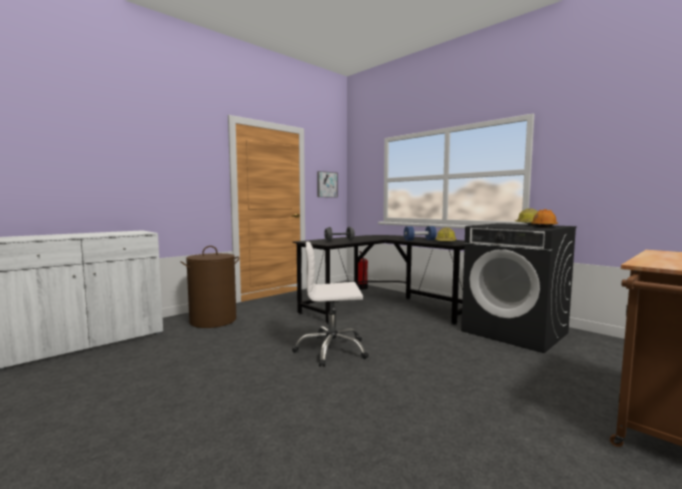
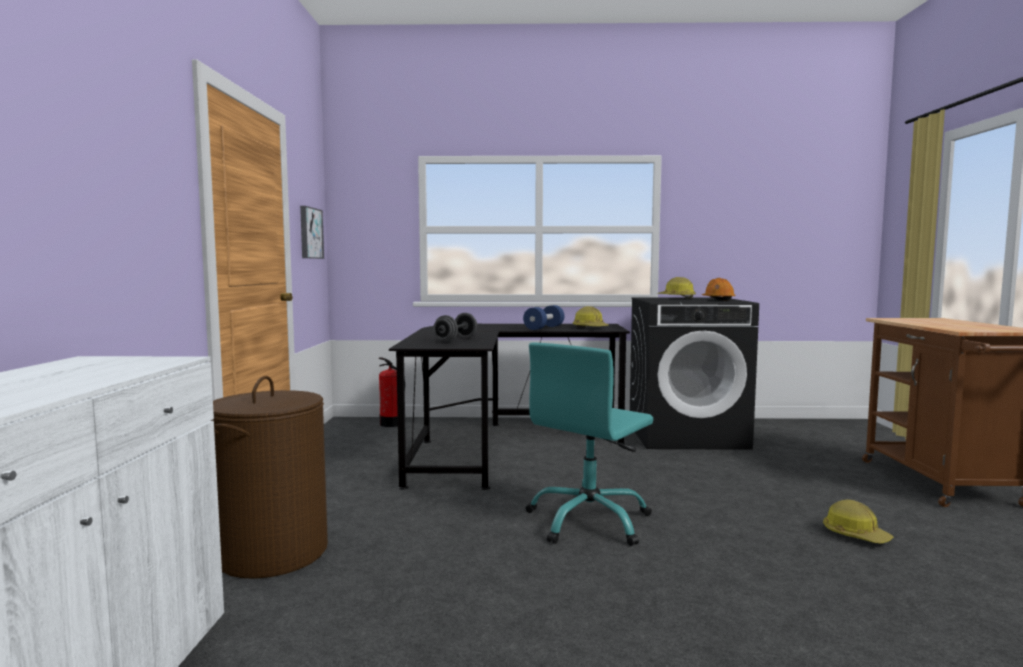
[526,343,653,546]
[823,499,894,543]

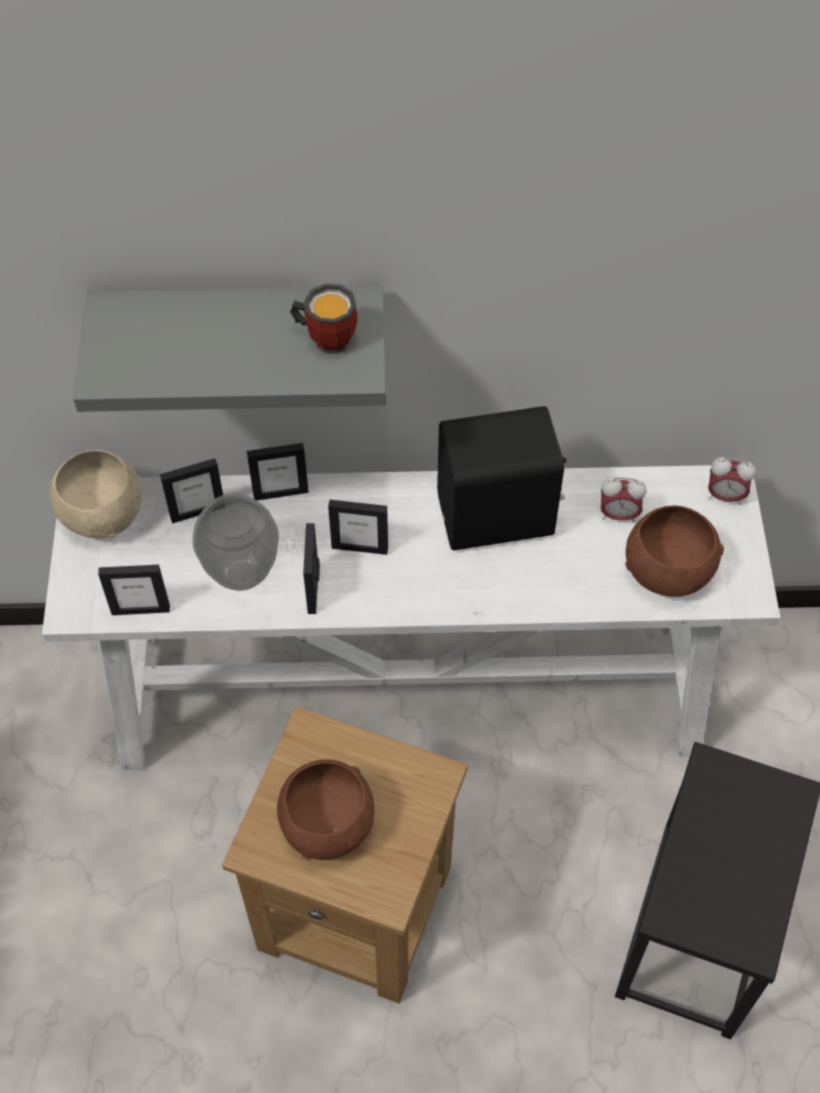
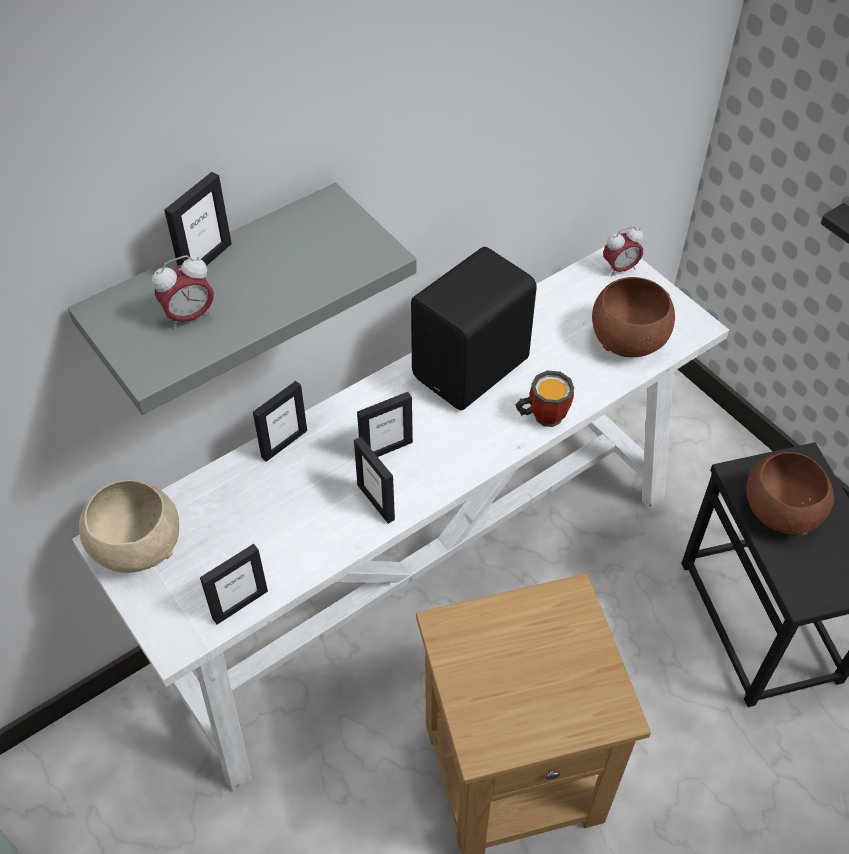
[164,172,232,266]
[193,493,279,591] (first image)
[746,452,834,536]
[515,370,574,427]
[152,255,214,329]

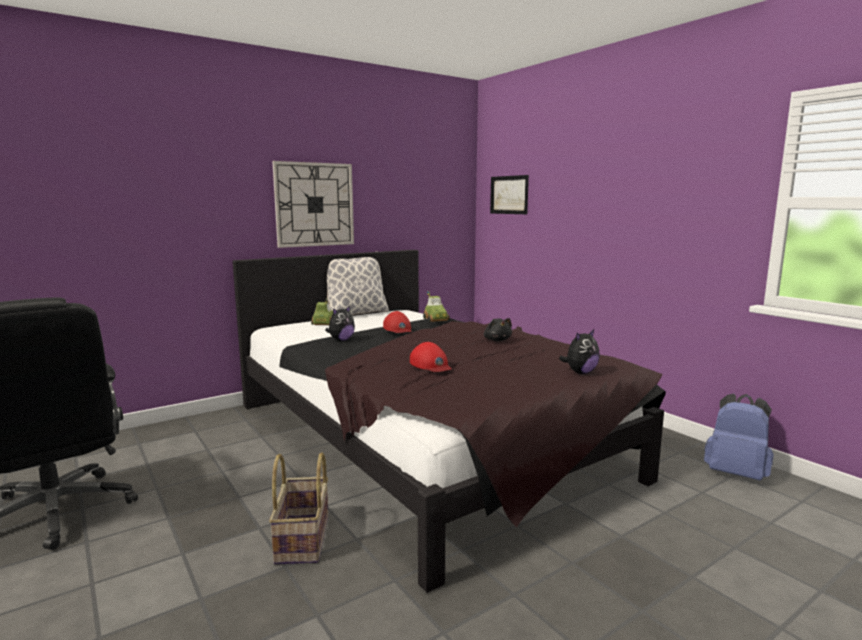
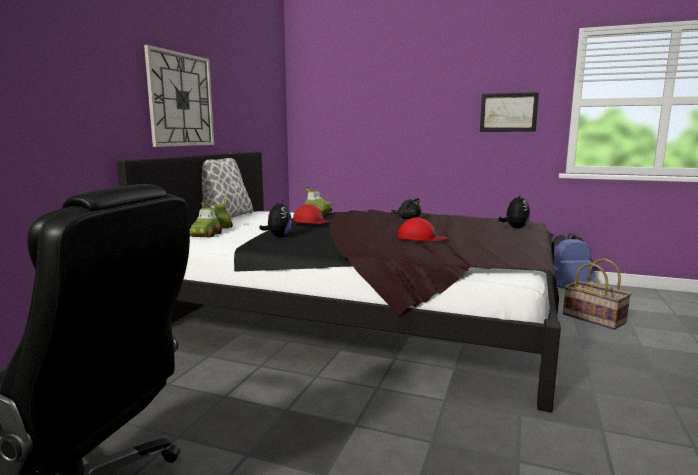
[563,258,631,330]
[480,92,539,132]
[190,202,222,237]

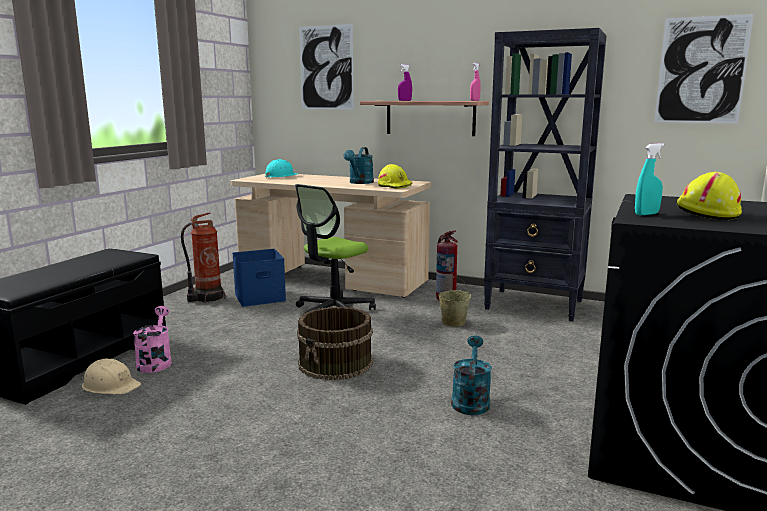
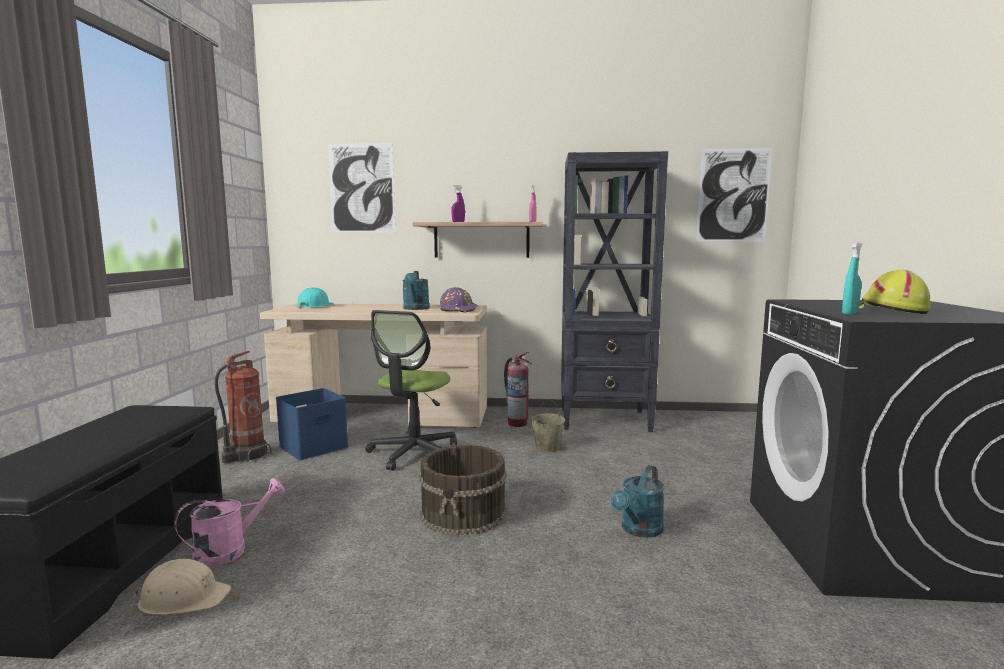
[174,478,285,567]
[440,287,478,313]
[611,465,664,538]

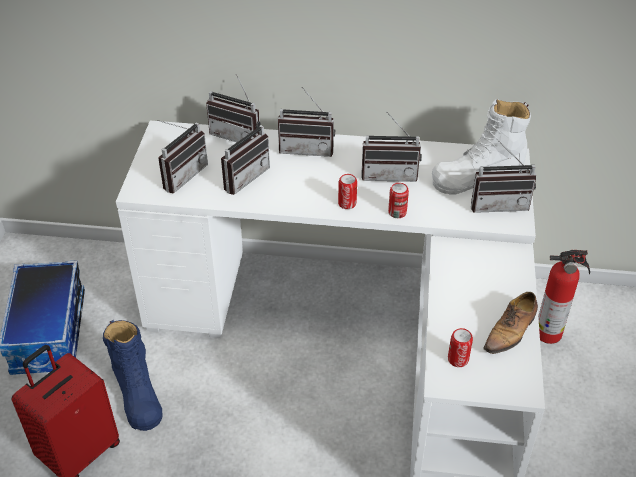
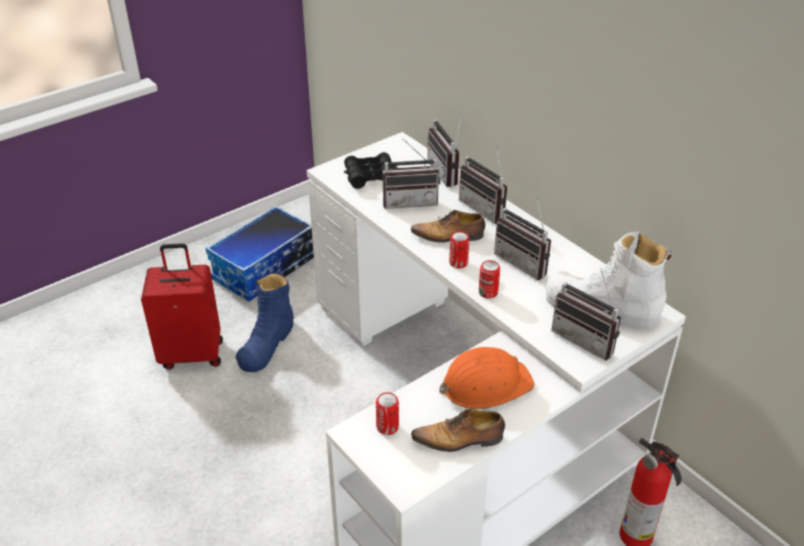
[344,152,398,189]
[411,210,485,243]
[439,347,534,409]

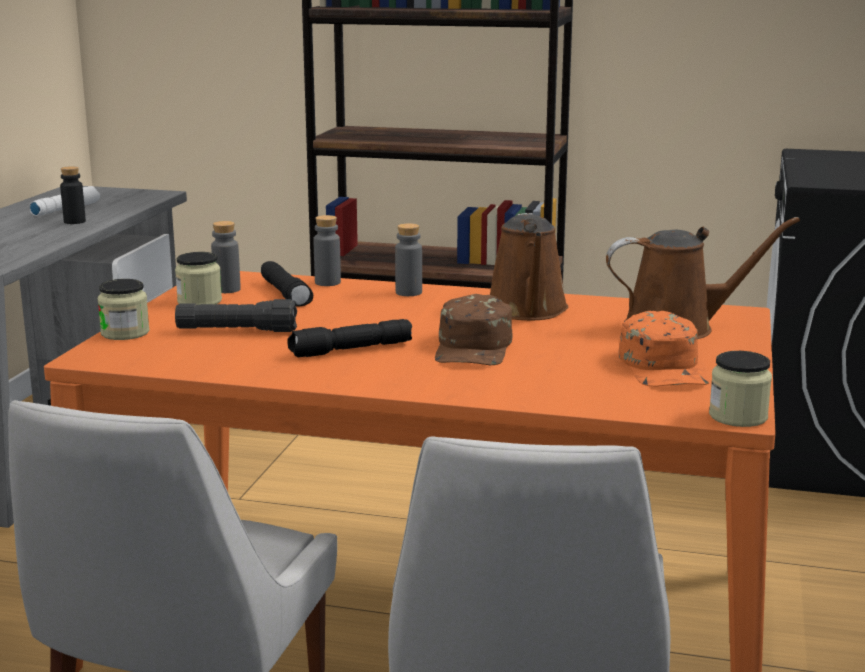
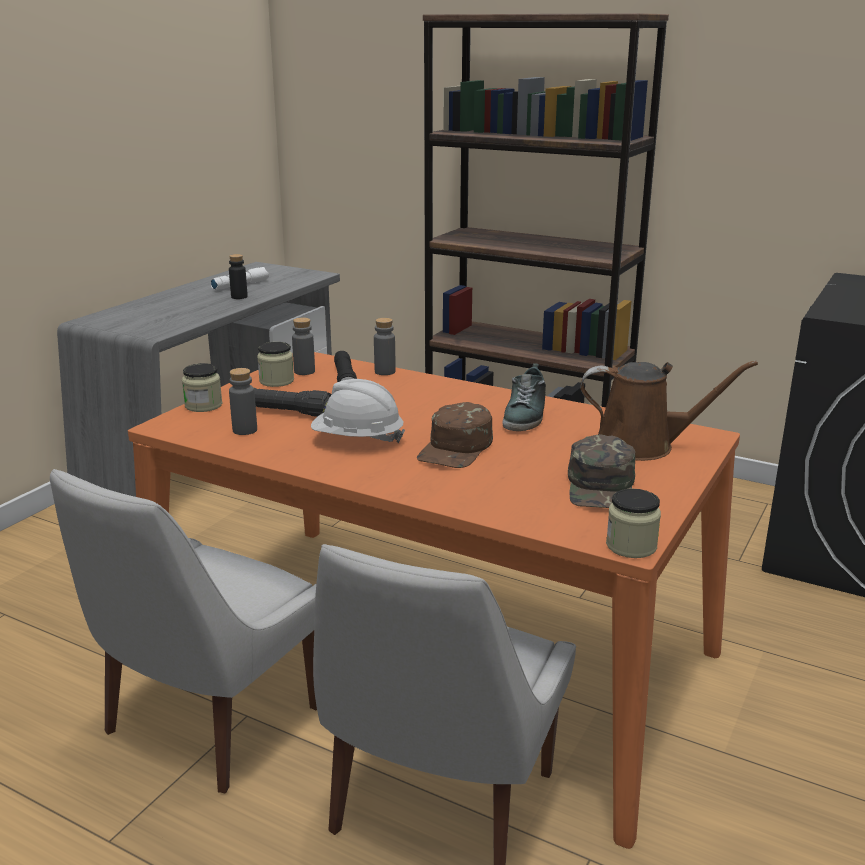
[311,379,405,443]
[229,368,257,435]
[502,363,546,431]
[568,434,635,508]

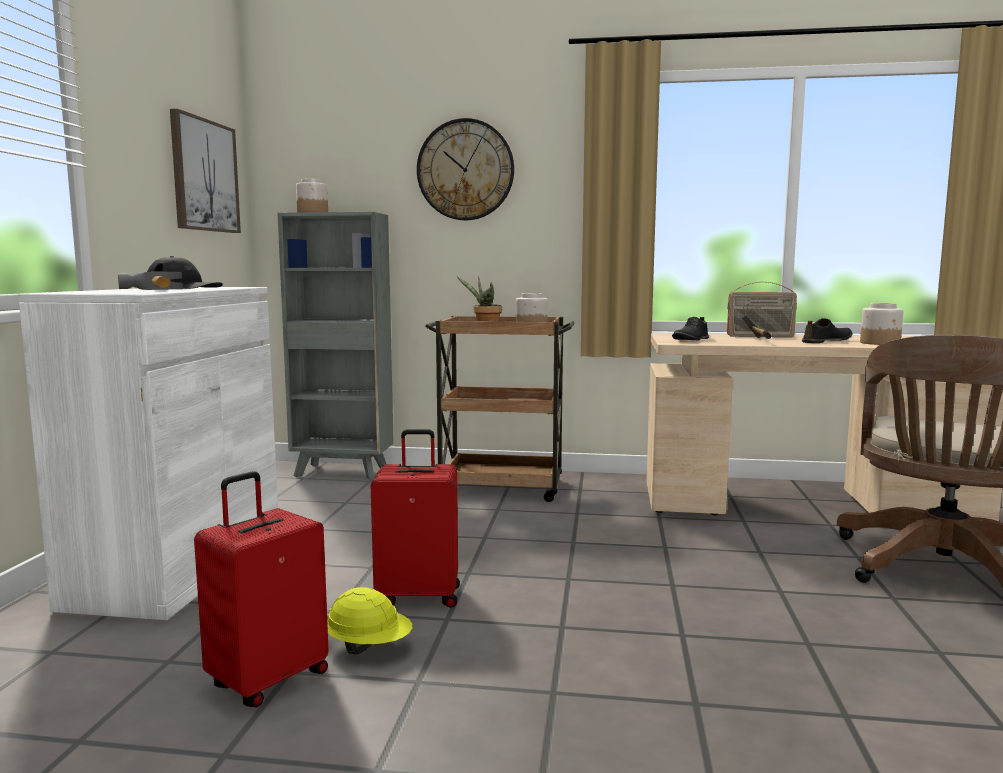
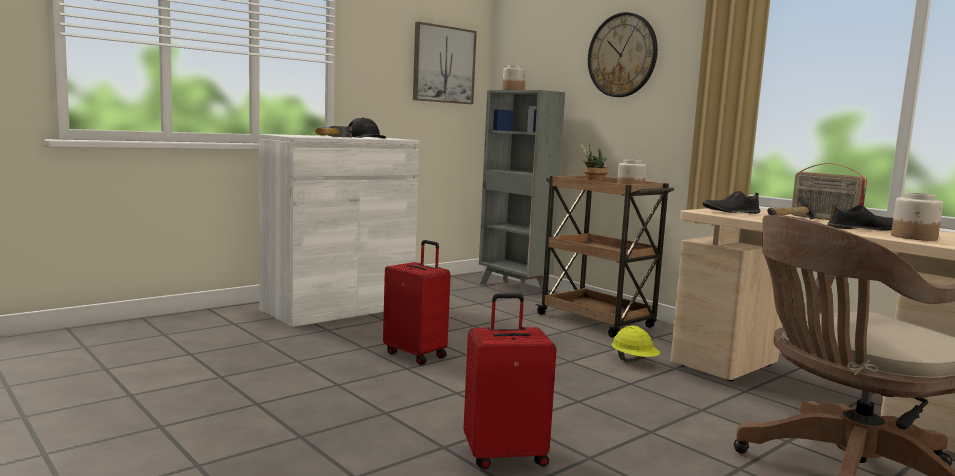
[463,293,557,469]
[611,326,660,362]

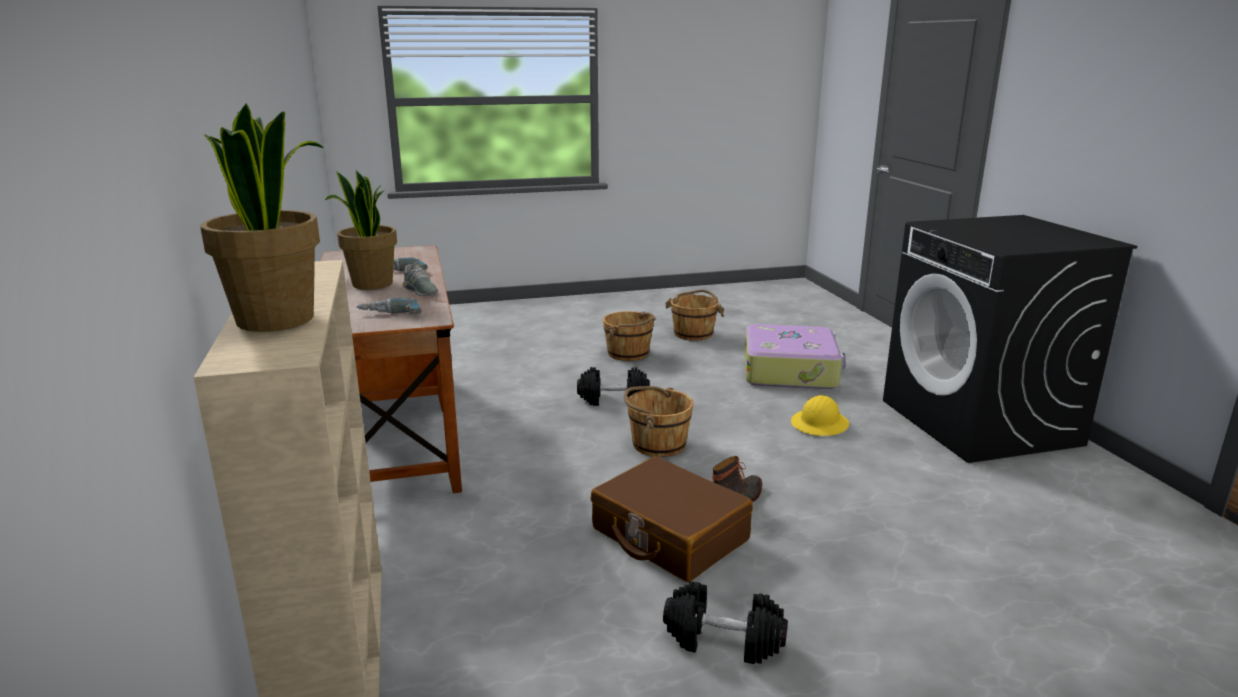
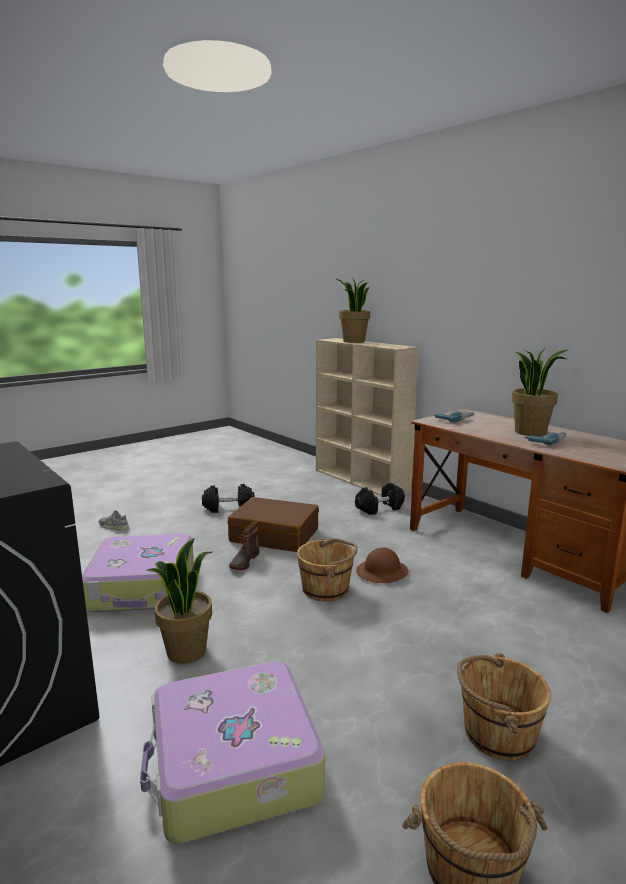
[98,510,129,531]
[355,483,405,515]
[146,538,212,664]
[82,534,194,612]
[356,547,408,583]

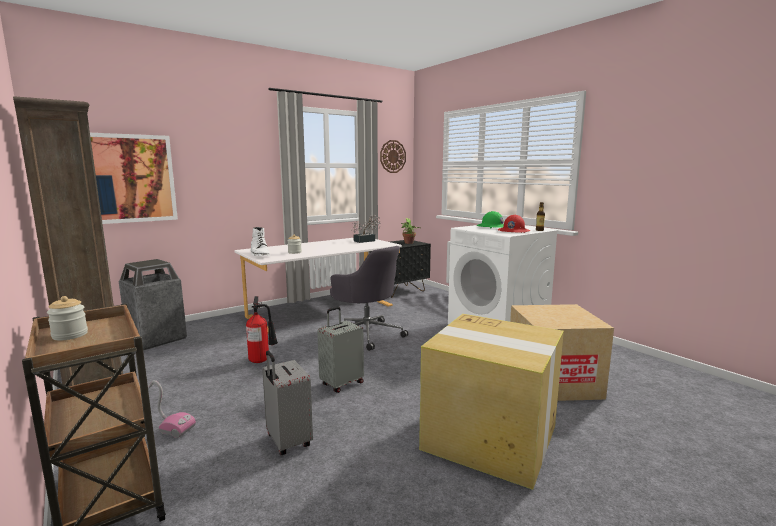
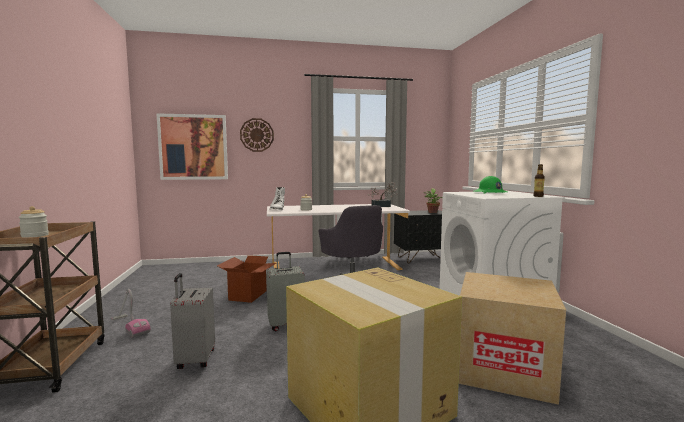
[13,96,123,387] (first image)
[119,259,187,351] (first image)
[217,255,276,303]
[240,118,274,152]
[497,215,530,232] (first image)

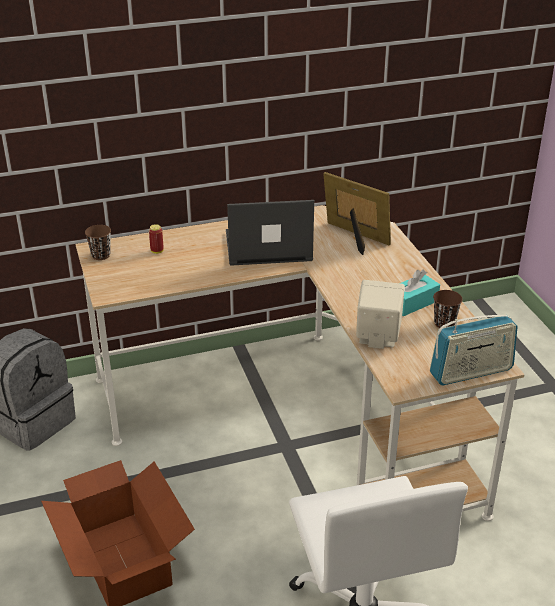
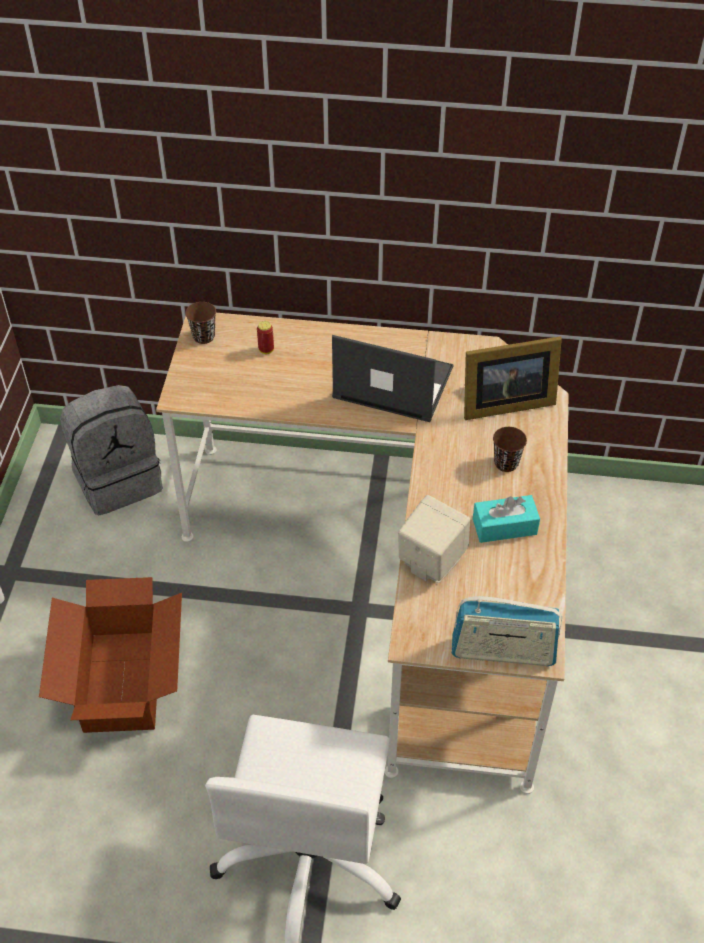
[464,336,562,420]
[493,427,527,472]

